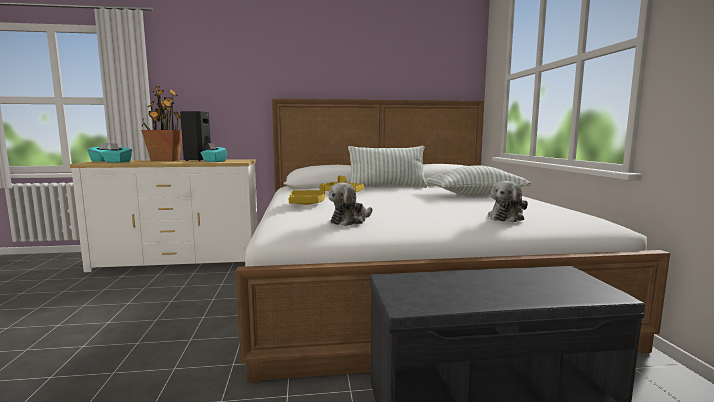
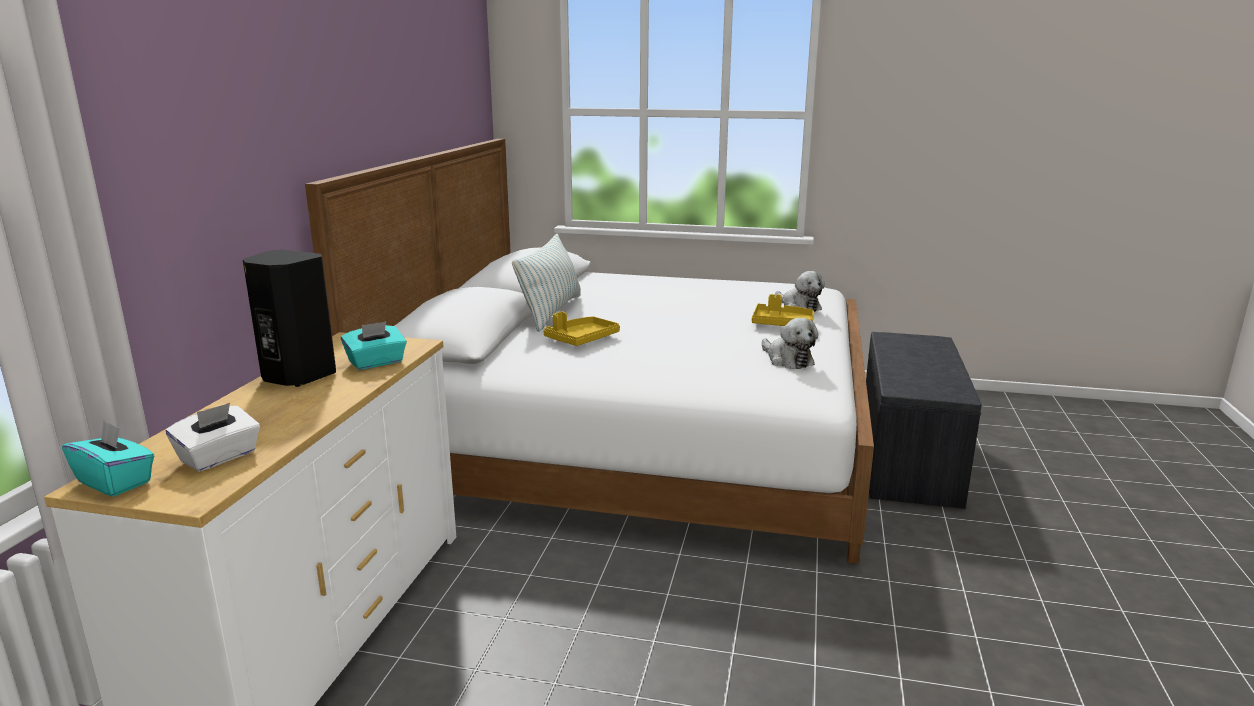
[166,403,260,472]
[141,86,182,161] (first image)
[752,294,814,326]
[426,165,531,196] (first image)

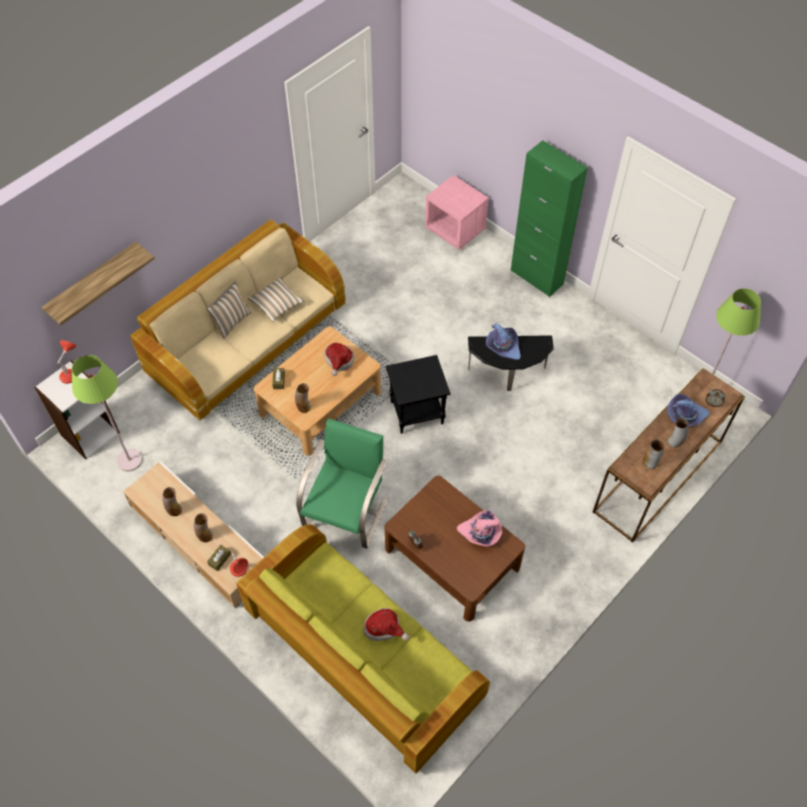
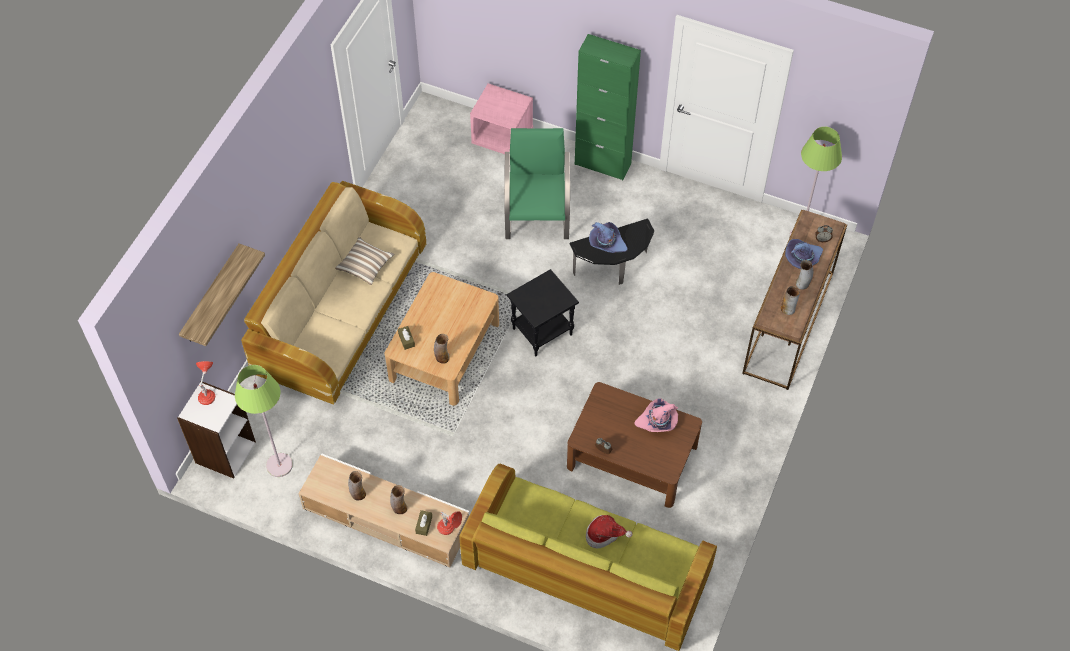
[206,281,251,339] (first image)
[504,128,570,239]
[324,343,354,376] (first image)

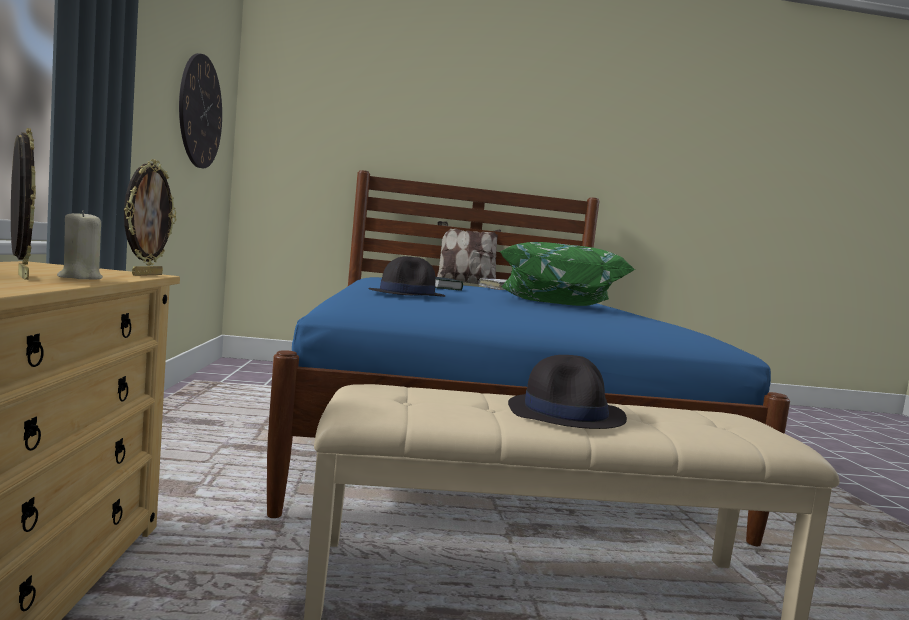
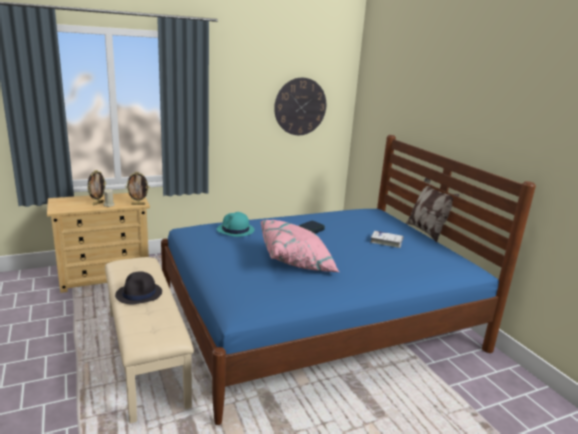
[217,212,254,237]
[261,220,339,272]

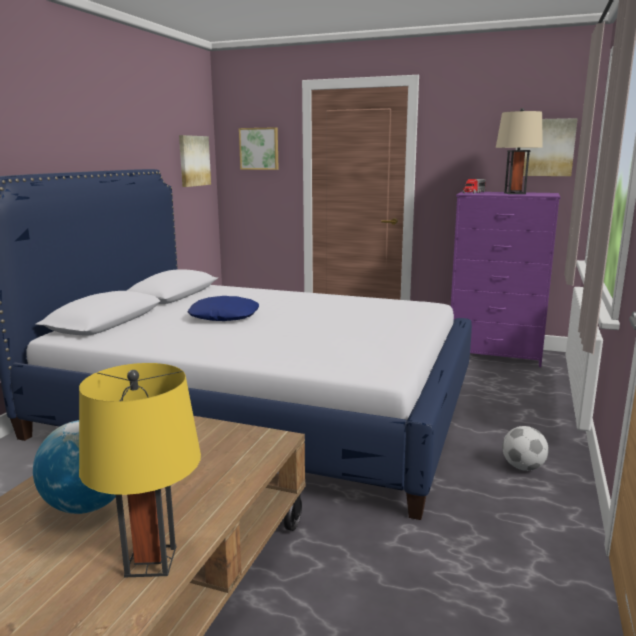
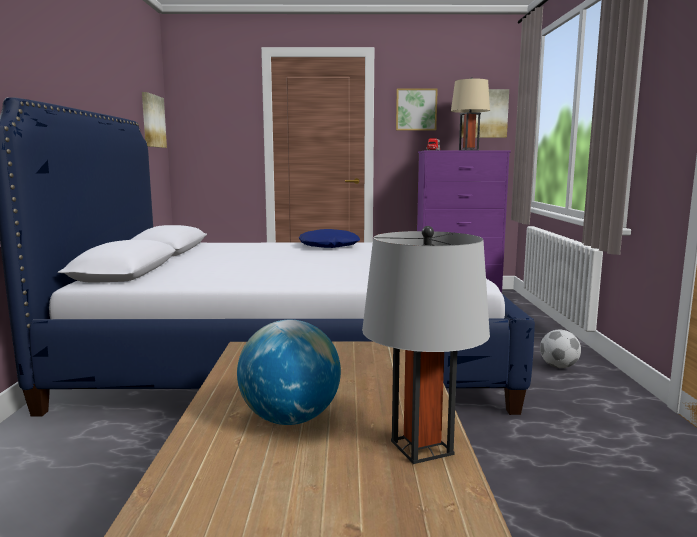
[362,226,490,464]
[299,229,360,248]
[396,88,438,131]

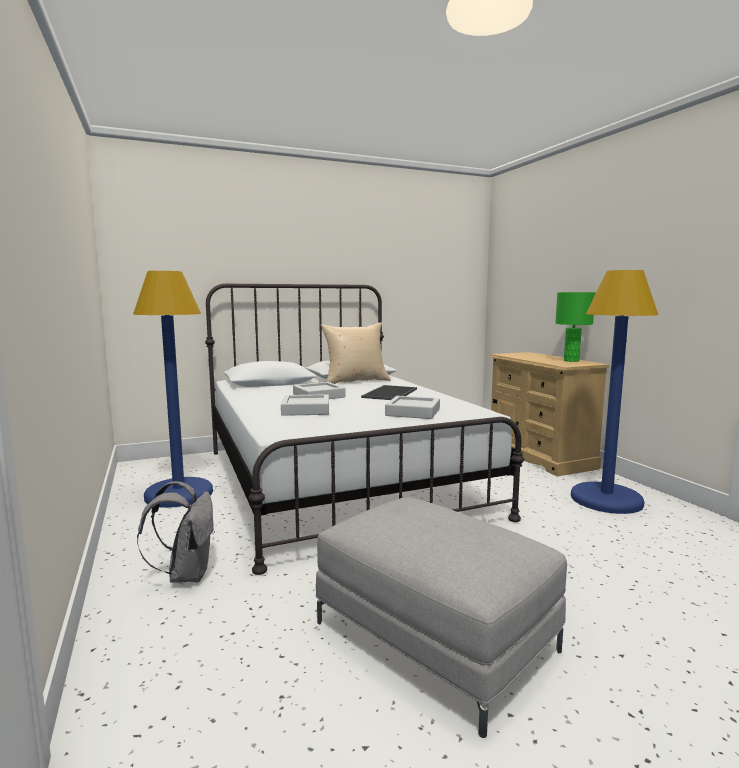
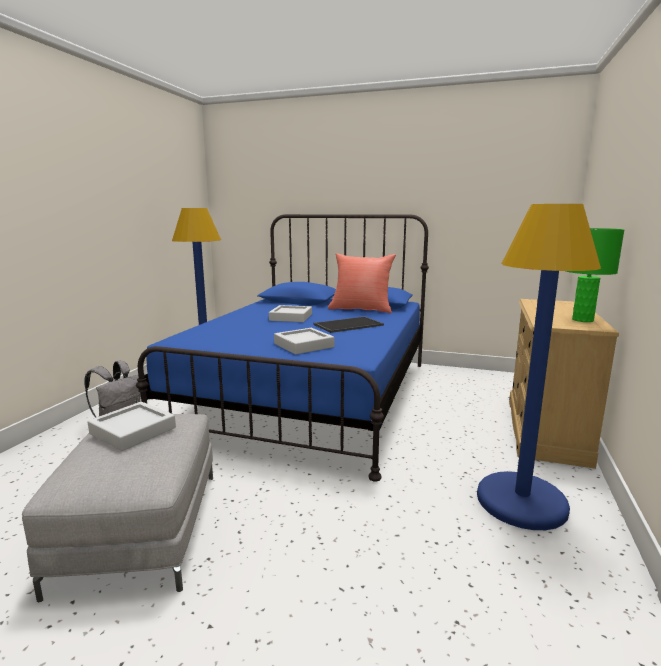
[136,214,429,482]
[88,402,176,451]
[328,253,396,313]

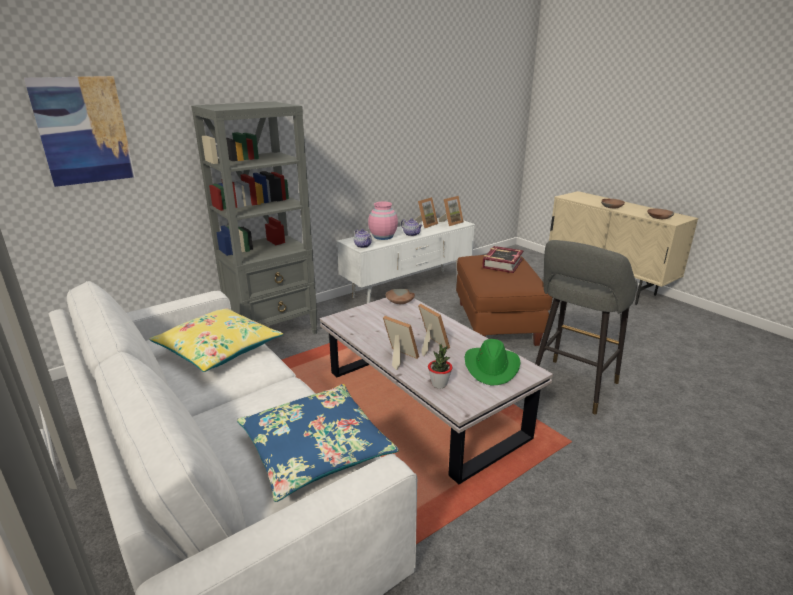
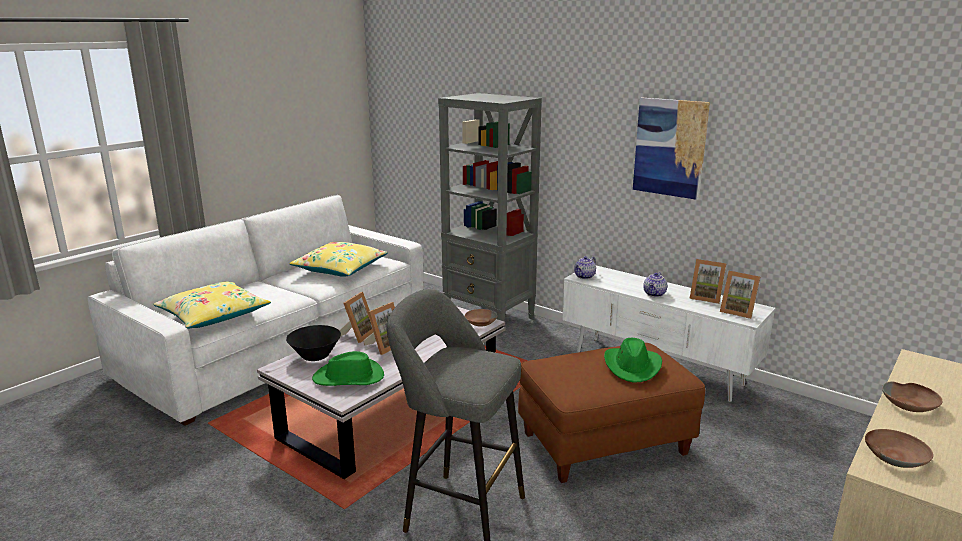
[633,97,710,200]
[153,281,271,328]
[368,202,398,240] (first image)
[286,325,341,361]
[604,338,662,383]

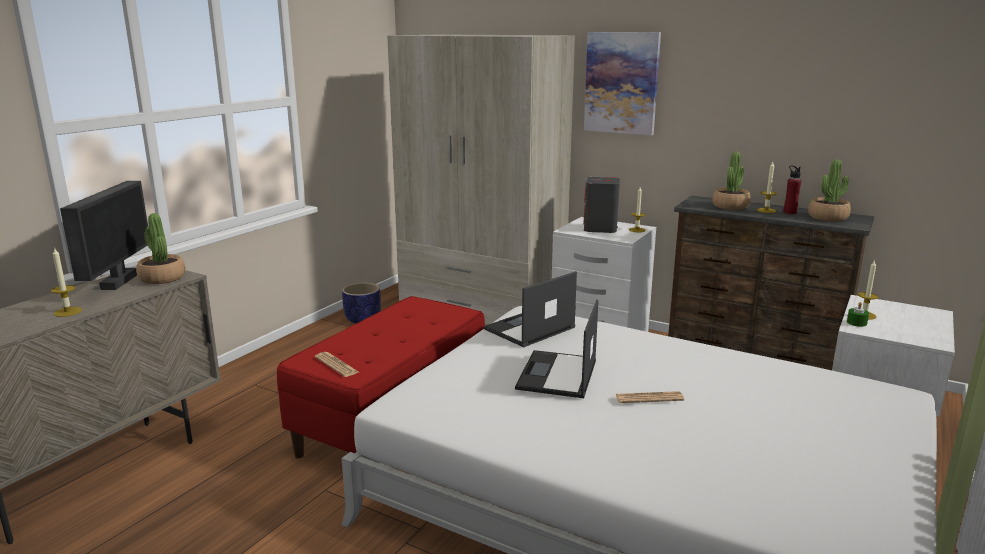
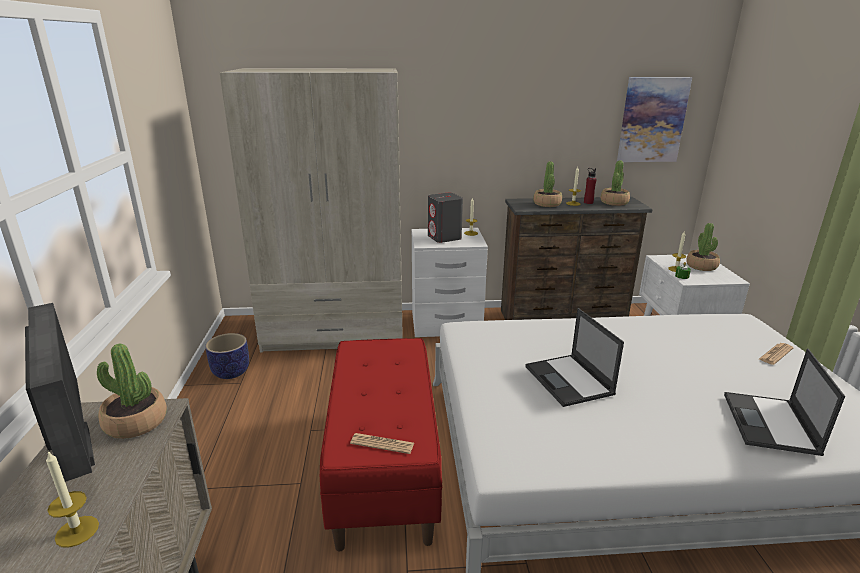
[724,348,845,456]
[617,77,692,162]
[759,343,794,365]
[686,223,720,271]

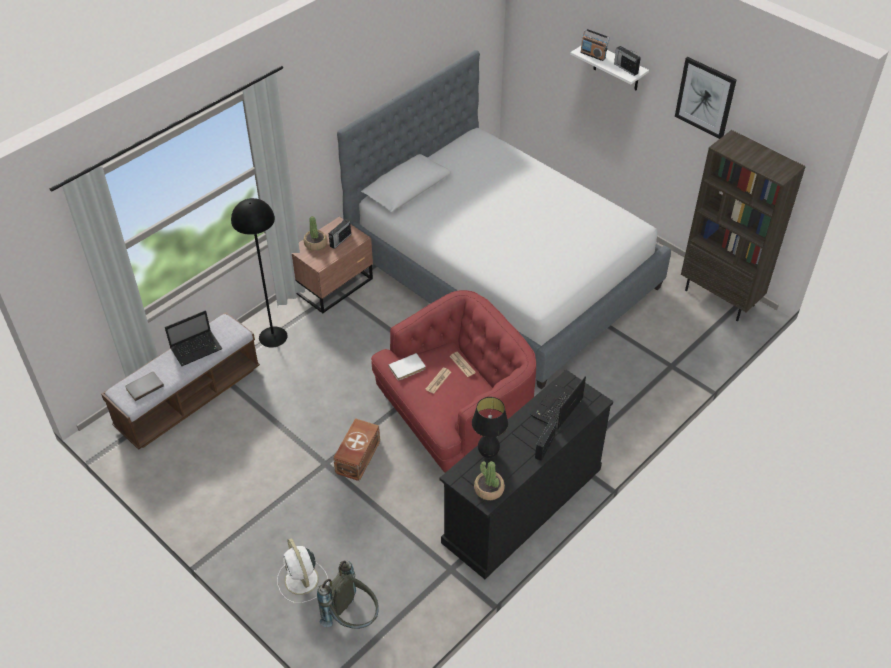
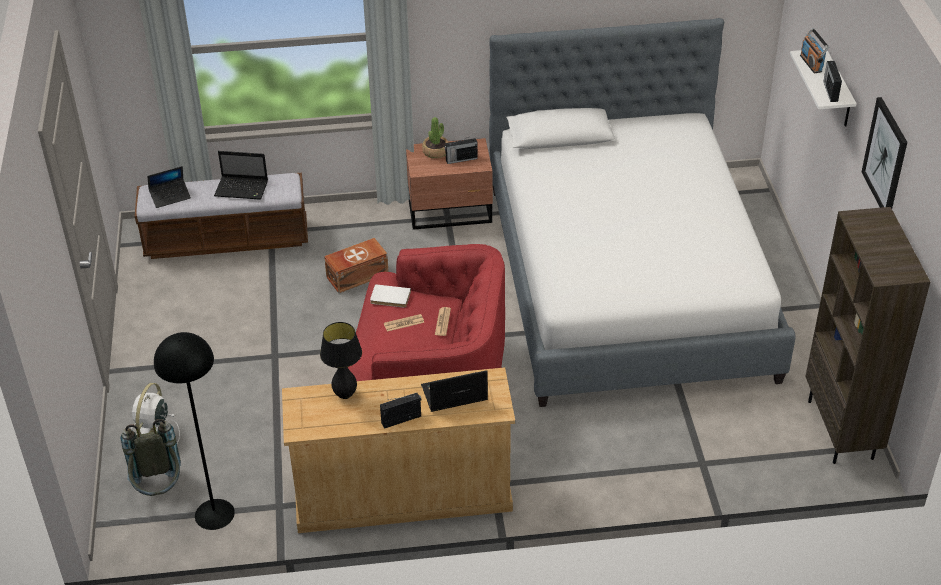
[147,166,191,208]
[154,332,235,530]
[324,238,388,293]
[282,367,515,533]
[474,461,505,500] (first image)

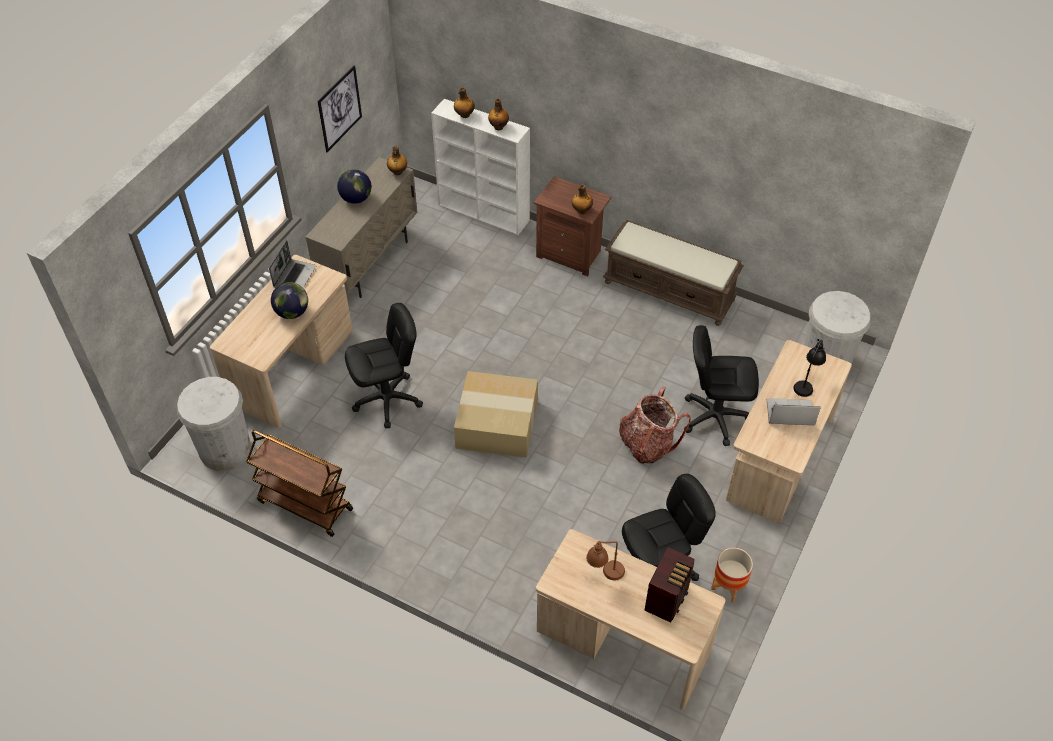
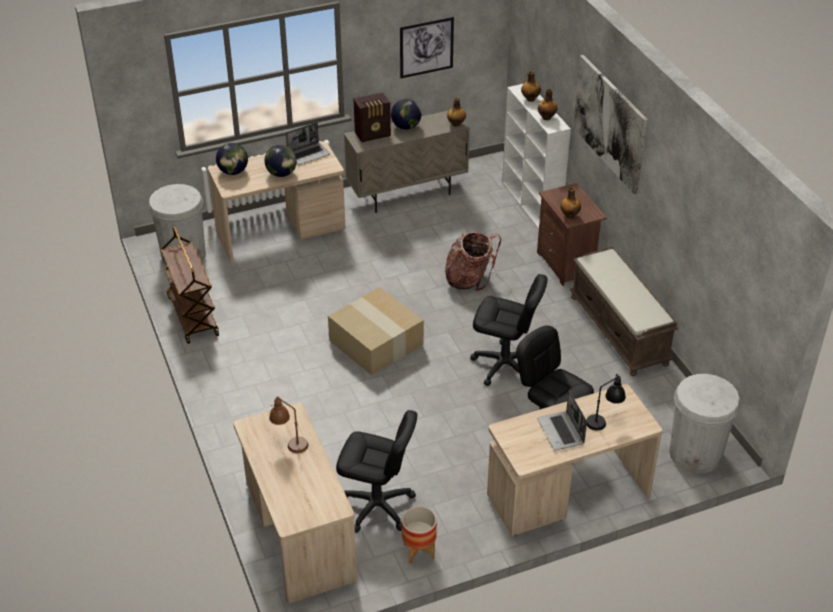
[470,274,547,386]
[445,232,501,291]
[354,92,391,142]
[537,390,587,450]
[216,143,248,175]
[573,55,648,194]

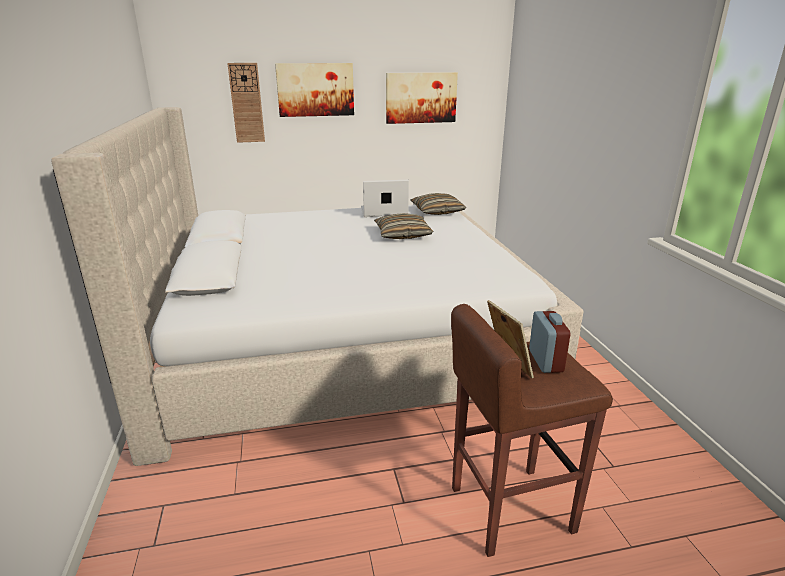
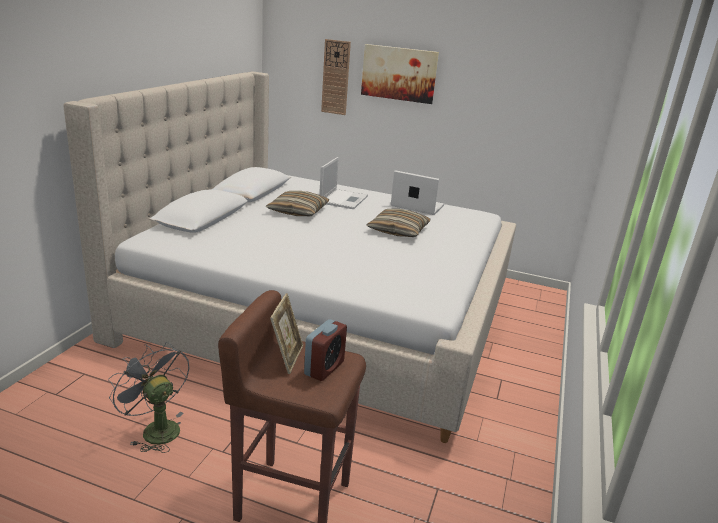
[386,72,458,124] (first image)
[266,191,330,216]
[108,342,189,453]
[319,157,368,209]

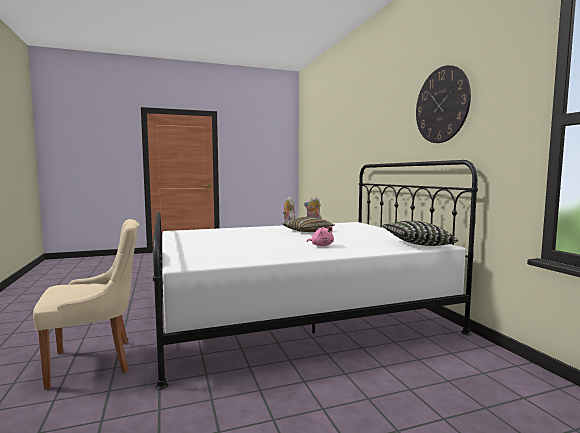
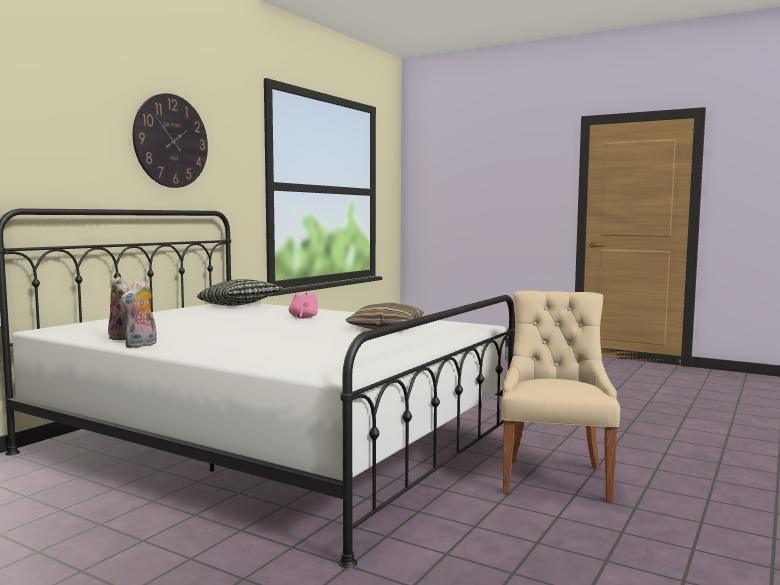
[502,291,620,502]
[345,302,424,329]

